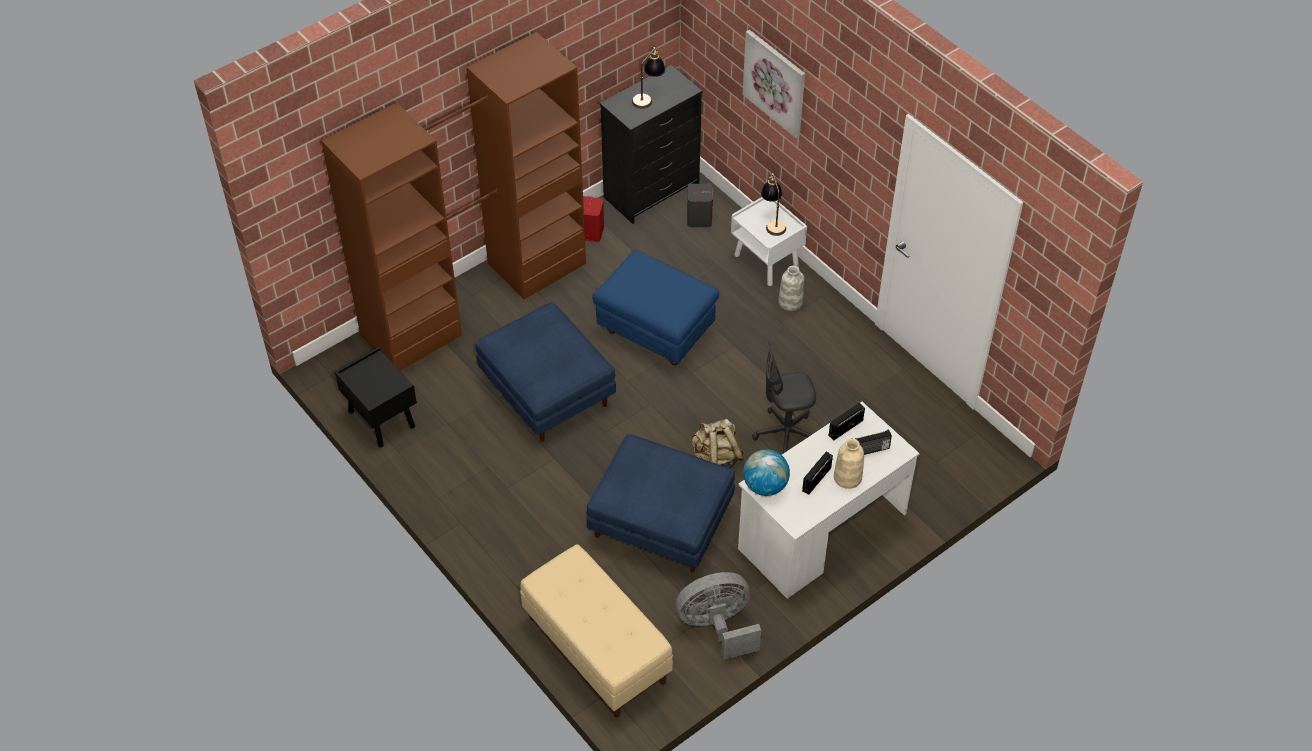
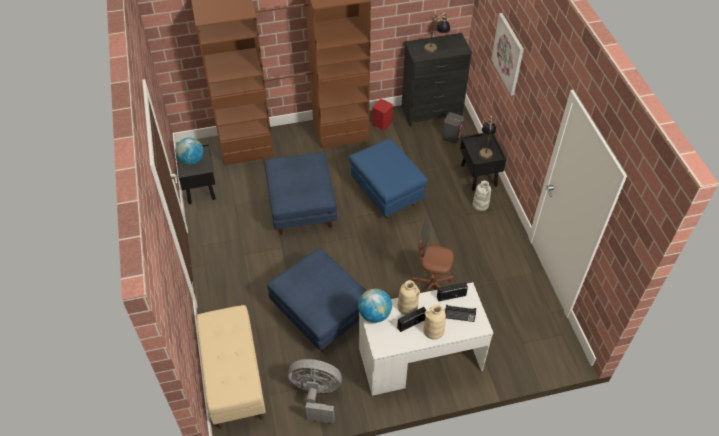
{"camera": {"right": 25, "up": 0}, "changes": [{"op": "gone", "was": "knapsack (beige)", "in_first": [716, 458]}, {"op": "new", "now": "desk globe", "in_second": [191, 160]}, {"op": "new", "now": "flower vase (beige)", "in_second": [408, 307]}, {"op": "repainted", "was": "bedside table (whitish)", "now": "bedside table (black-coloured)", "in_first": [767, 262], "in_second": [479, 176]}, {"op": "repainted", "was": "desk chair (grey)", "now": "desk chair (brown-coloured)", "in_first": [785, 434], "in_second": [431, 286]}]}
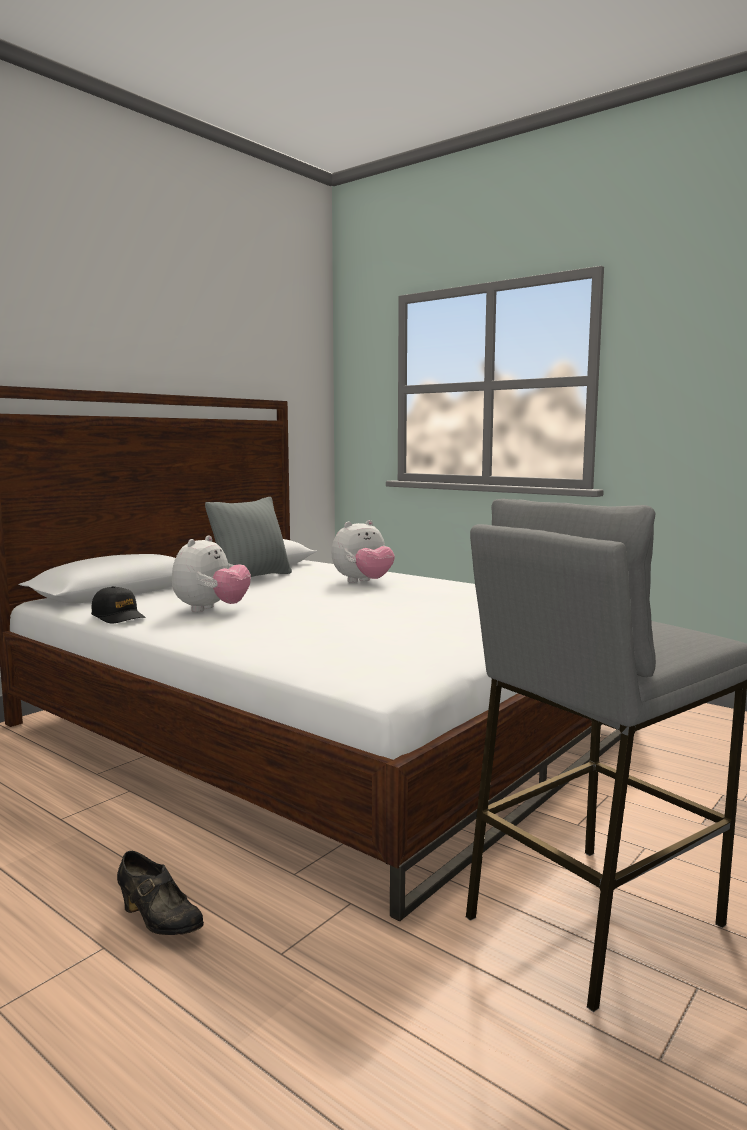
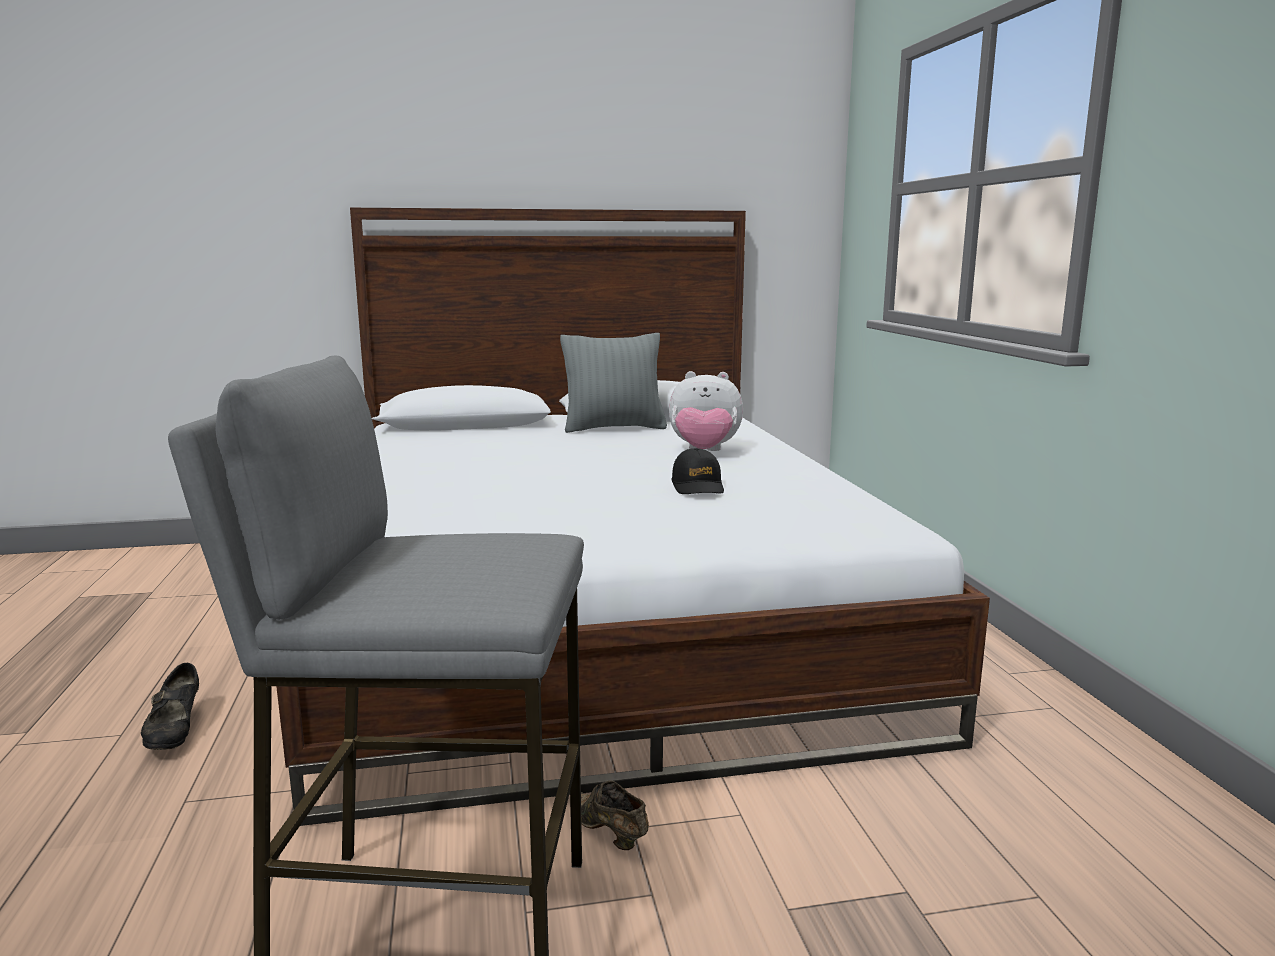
{"camera": {"right": 40, "up": 5}, "changes": [{"op": "gone", "was": "soft toy", "in_first": [211, 610]}, {"op": "new", "now": "item of footwear (brown-coloured)", "in_second": [609, 833]}, {"op": "shifted", "was": "cap (black-coloured)", "in_first": [118, 617], "in_second": [697, 486]}]}
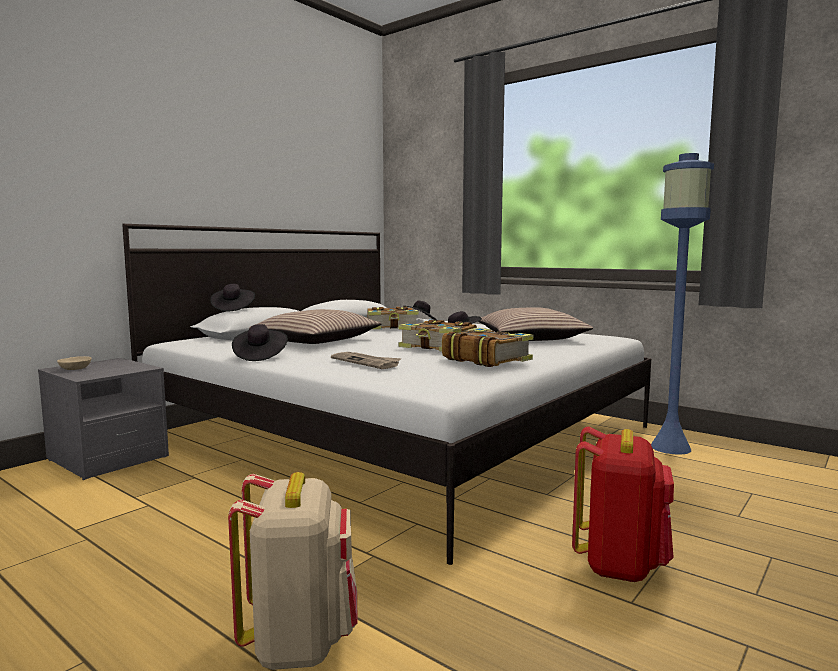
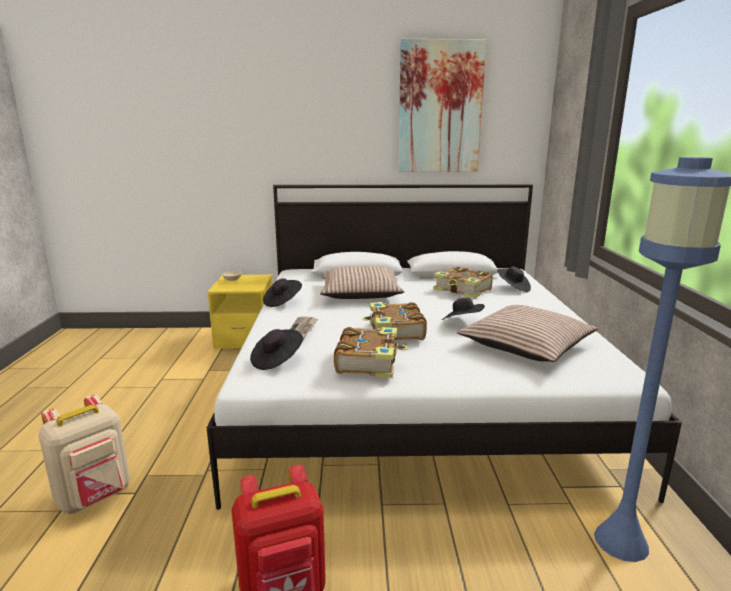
{"camera": {"right": 50, "up": 10}, "changes": [{"op": "new", "now": "picture", "in_second": [440, 108]}, {"op": "shifted", "was": "wearable hat (black-coloured)", "in_first": [233, 309], "in_second": [277, 360]}, {"op": "repainted", "was": "bedside table (grey)", "now": "bedside table (yellow-coloured)", "in_first": [107, 458], "in_second": [245, 338]}]}
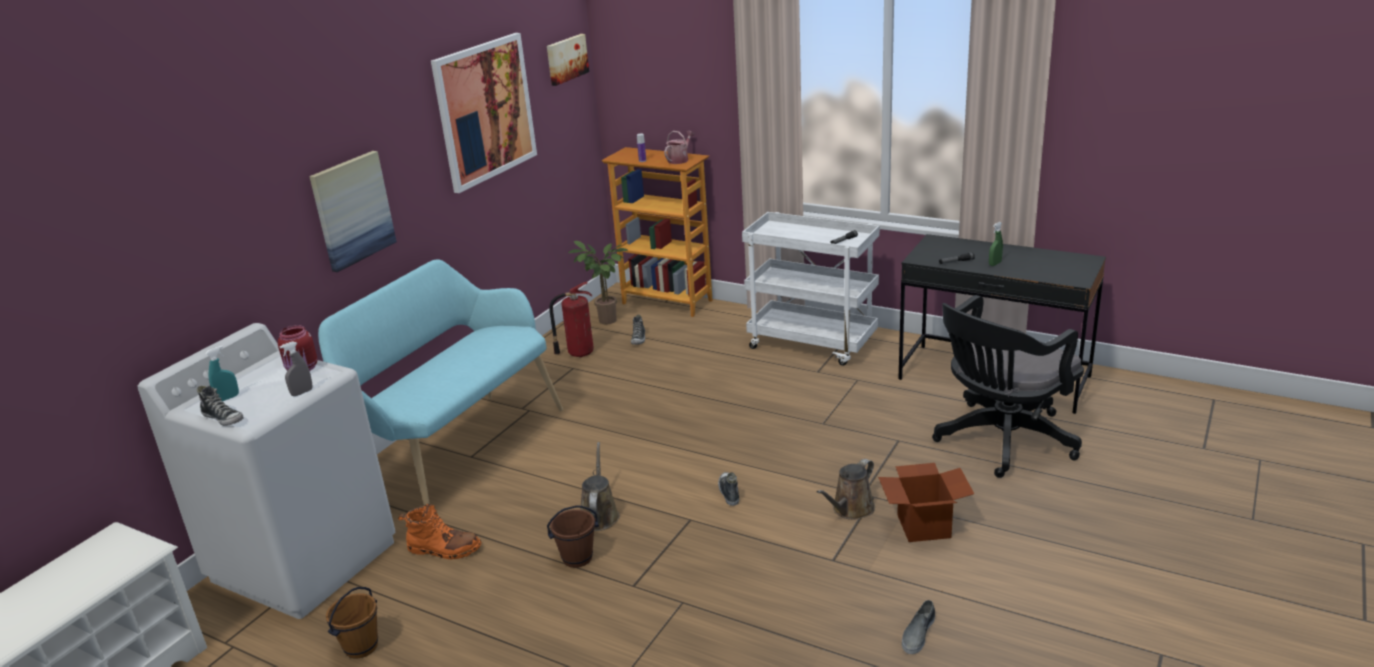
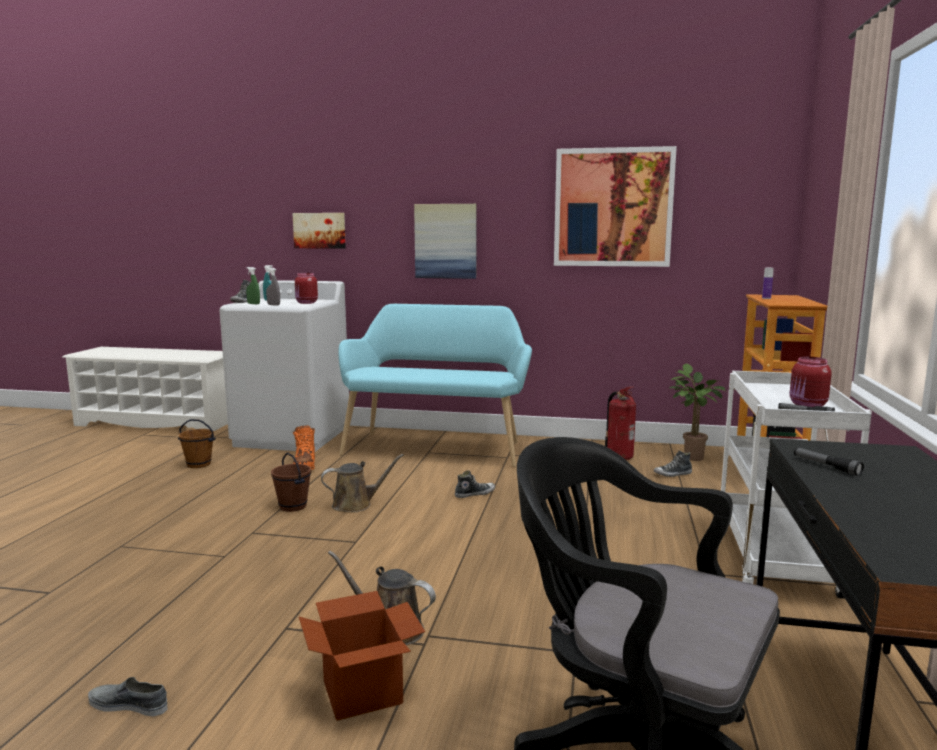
{"camera": {"right": 70, "up": -15}, "changes": [{"op": "gone", "was": "watering pot", "in_first": [679, 159]}, {"op": "new", "now": "storage jar (reddish)", "in_second": [807, 405]}, {"op": "shifted", "was": "picture", "in_first": [566, 59], "in_second": [320, 230]}, {"op": "shifted", "was": "item of footwear", "in_first": [729, 492], "in_second": [474, 494]}, {"op": "shifted", "was": "hand sprayer (greenish)", "in_first": [995, 264], "in_second": [253, 304]}]}
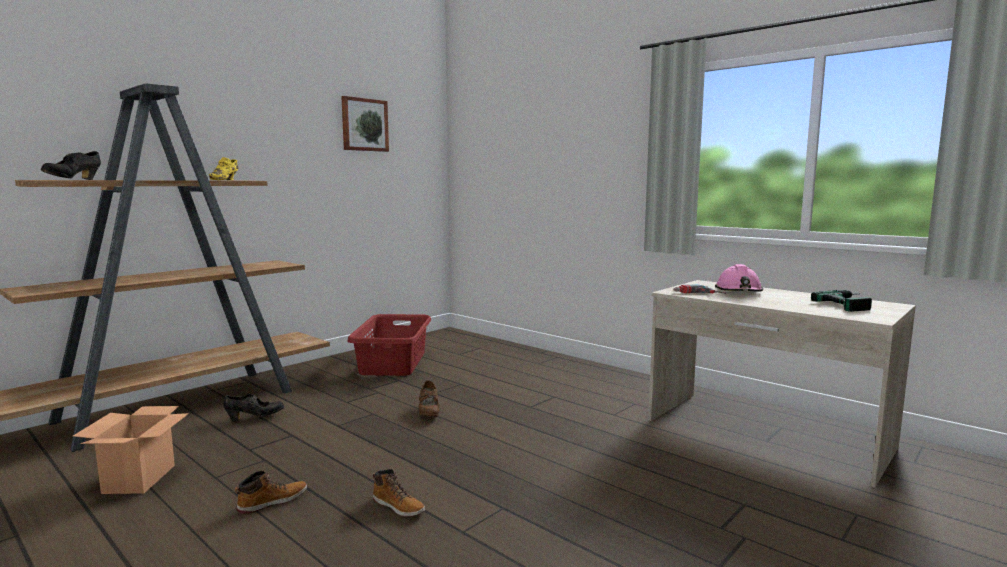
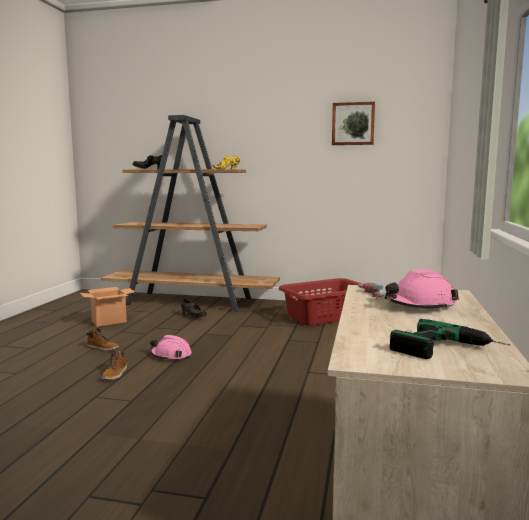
{"camera": {"right": 60, "up": 0}, "changes": [{"op": "gone", "was": "item of footwear (brown-coloured)", "in_first": [429, 413]}, {"op": "new", "now": "safety helmet (pink-coloured)", "in_second": [171, 356]}]}
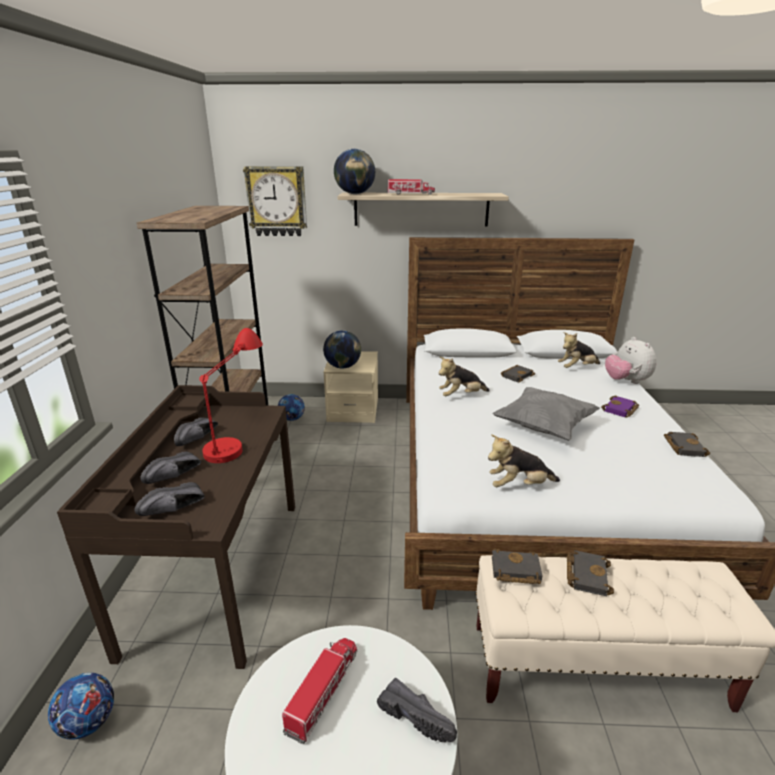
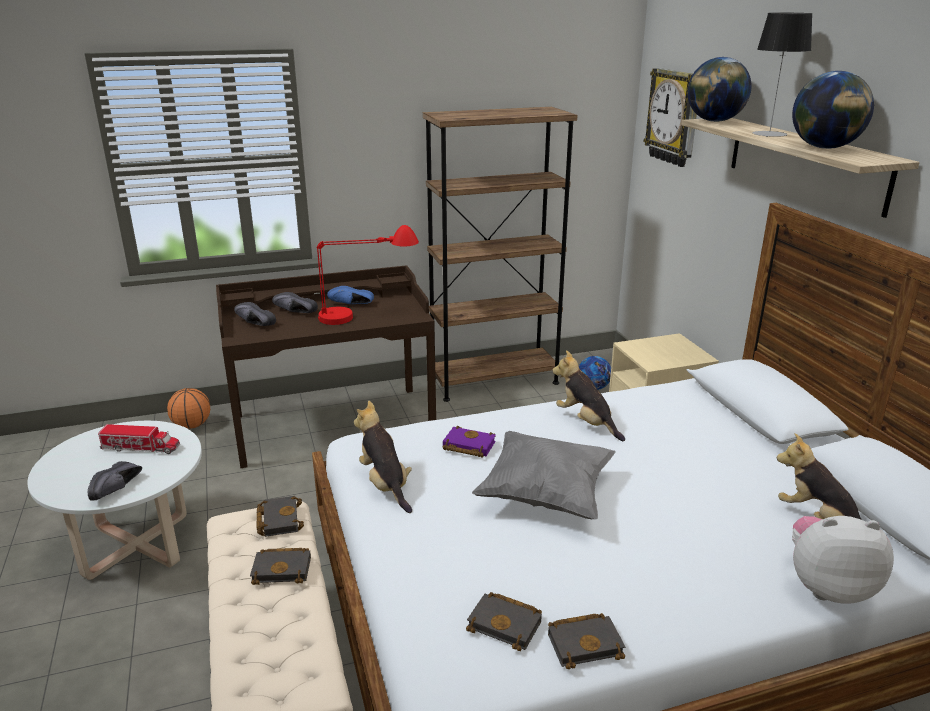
{"camera": {"right": 70, "up": 0}, "changes": [{"op": "shifted", "was": "desk globe", "in_first": [343, 367], "in_second": [824, 148]}, {"op": "shifted", "was": "volume (black-coloured)", "in_first": [517, 375], "in_second": [507, 624]}, {"op": "shifted", "was": "volume (purple-coloured)", "in_first": [620, 410], "in_second": [467, 446]}, {"op": "swapped", "was": "football ball", "now": "ball for basketball", "in_first": [89, 722], "in_second": [192, 425]}, {"op": "swapped", "was": "model truck", "now": "tabletop lamp", "in_first": [410, 194], "in_second": [769, 134]}, {"op": "repainted", "was": "item of footwear (black-coloured)", "now": "item of footwear (bluish)", "in_first": [198, 439], "in_second": [351, 305]}, {"op": "rotated", "was": "soft toy", "in_first": [626, 381], "in_second": [827, 586], "clockwise": 45}]}
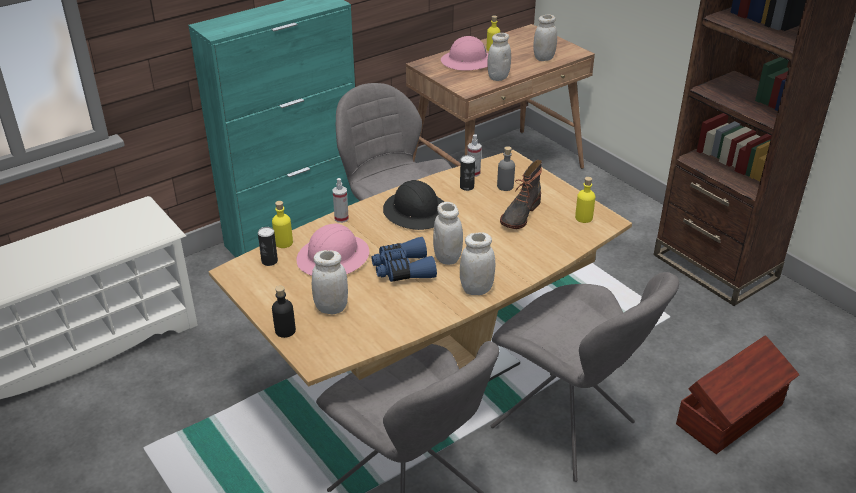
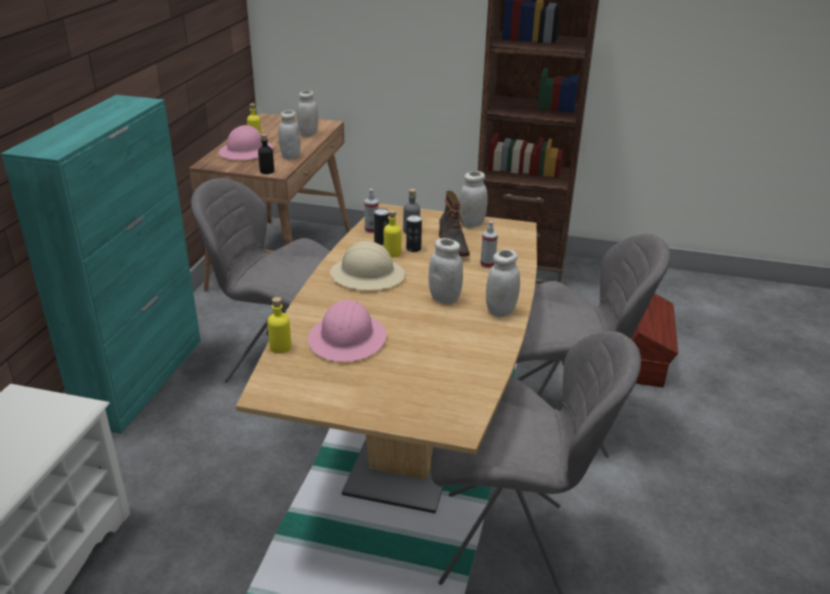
{"camera": {"right": -40, "up": -5}, "changes": [{"op": "gone", "was": "pair of binoculars (bluish)", "in_first": [403, 269]}, {"op": "shifted", "was": "sealed can", "in_first": [269, 261], "in_second": [413, 249]}, {"op": "shifted", "was": "bottle (black-coloured)", "in_first": [285, 331], "in_second": [267, 171]}, {"op": "shifted", "was": "storage jar (whitish)", "in_first": [331, 308], "in_second": [472, 224]}, {"op": "shifted", "was": "hand sprayer", "in_first": [341, 218], "in_second": [487, 264]}, {"op": "shifted", "was": "bottle (yellow-coloured)", "in_first": [583, 218], "in_second": [392, 253]}, {"op": "repainted", "was": "safety helmet (black-coloured)", "now": "safety helmet (beige)", "in_first": [416, 212], "in_second": [367, 275]}]}
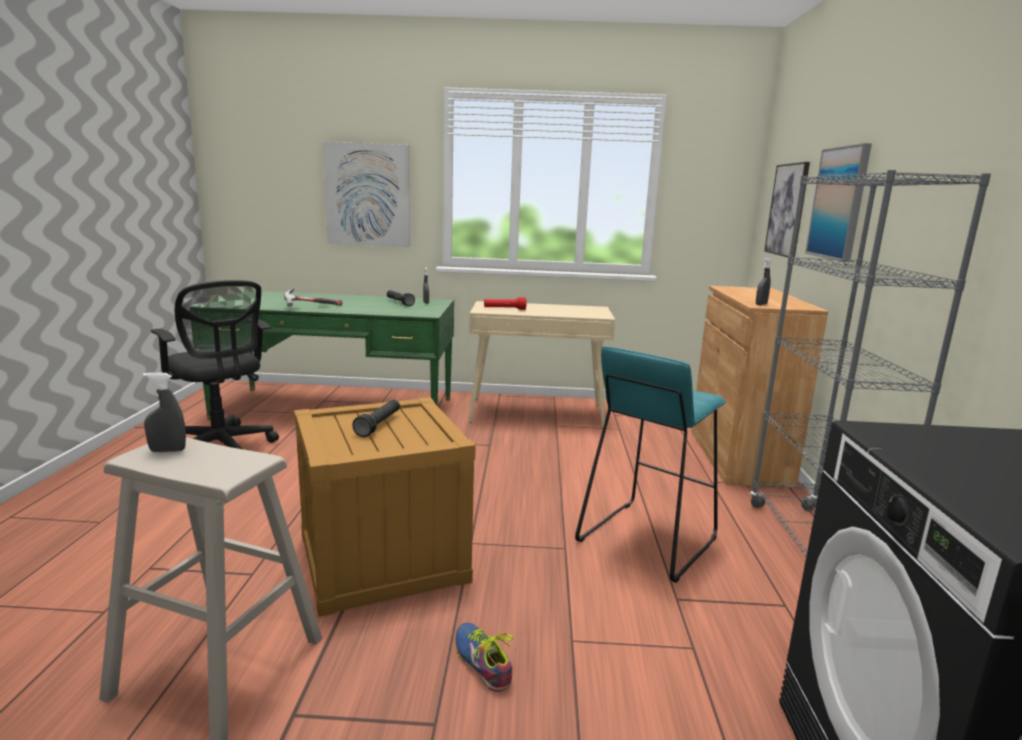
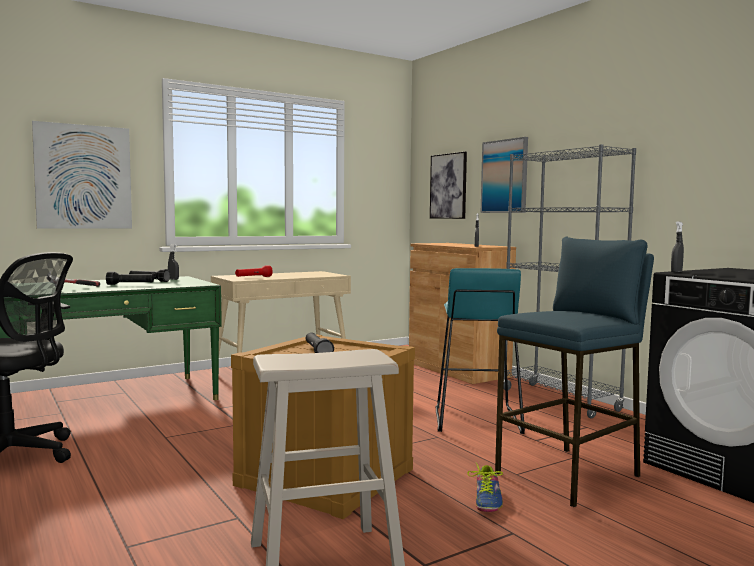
{"camera": {"right": -35, "up": -10}, "changes": [{"op": "new", "now": "hand torch (black-coloured)", "in_second": [130, 284]}, {"op": "new", "now": "stool (bluish)", "in_second": [569, 475]}, {"op": "shifted", "was": "hand sprayer (grey)", "in_first": [167, 450], "in_second": [676, 272]}, {"op": "rotated", "was": "item of footwear", "in_first": [482, 662], "in_second": [487, 500], "clockwise": -105}]}
